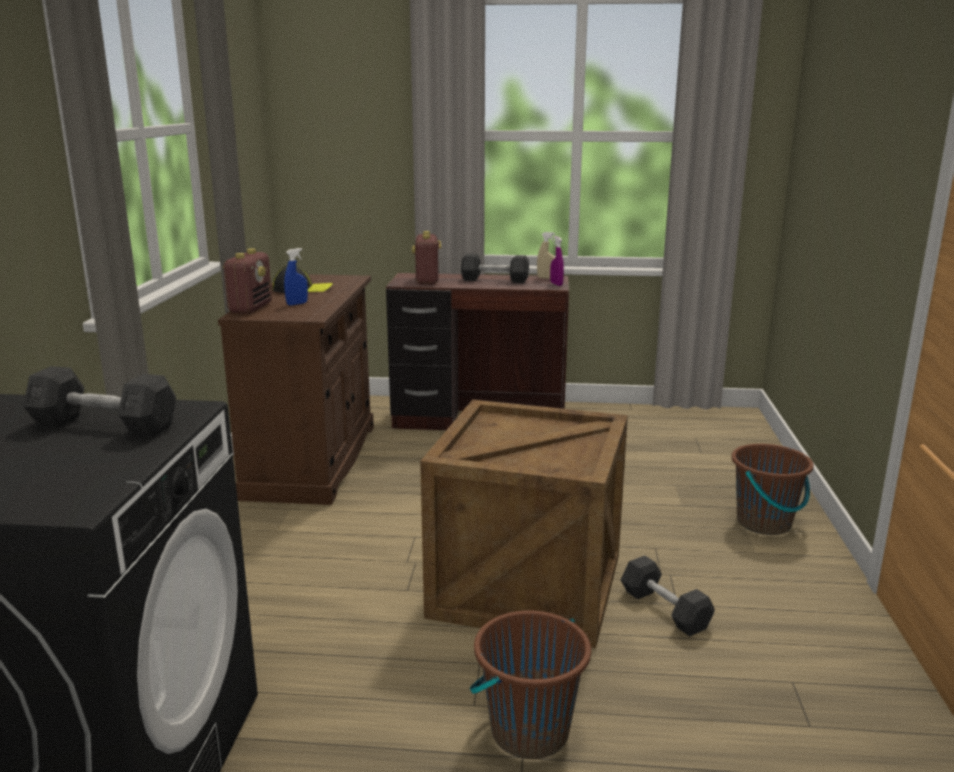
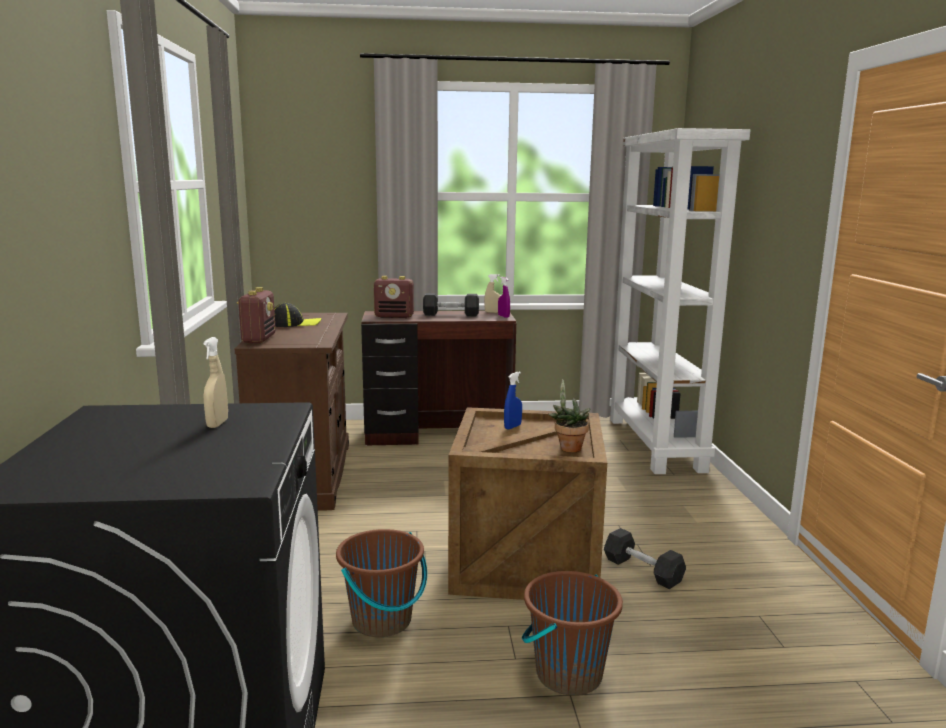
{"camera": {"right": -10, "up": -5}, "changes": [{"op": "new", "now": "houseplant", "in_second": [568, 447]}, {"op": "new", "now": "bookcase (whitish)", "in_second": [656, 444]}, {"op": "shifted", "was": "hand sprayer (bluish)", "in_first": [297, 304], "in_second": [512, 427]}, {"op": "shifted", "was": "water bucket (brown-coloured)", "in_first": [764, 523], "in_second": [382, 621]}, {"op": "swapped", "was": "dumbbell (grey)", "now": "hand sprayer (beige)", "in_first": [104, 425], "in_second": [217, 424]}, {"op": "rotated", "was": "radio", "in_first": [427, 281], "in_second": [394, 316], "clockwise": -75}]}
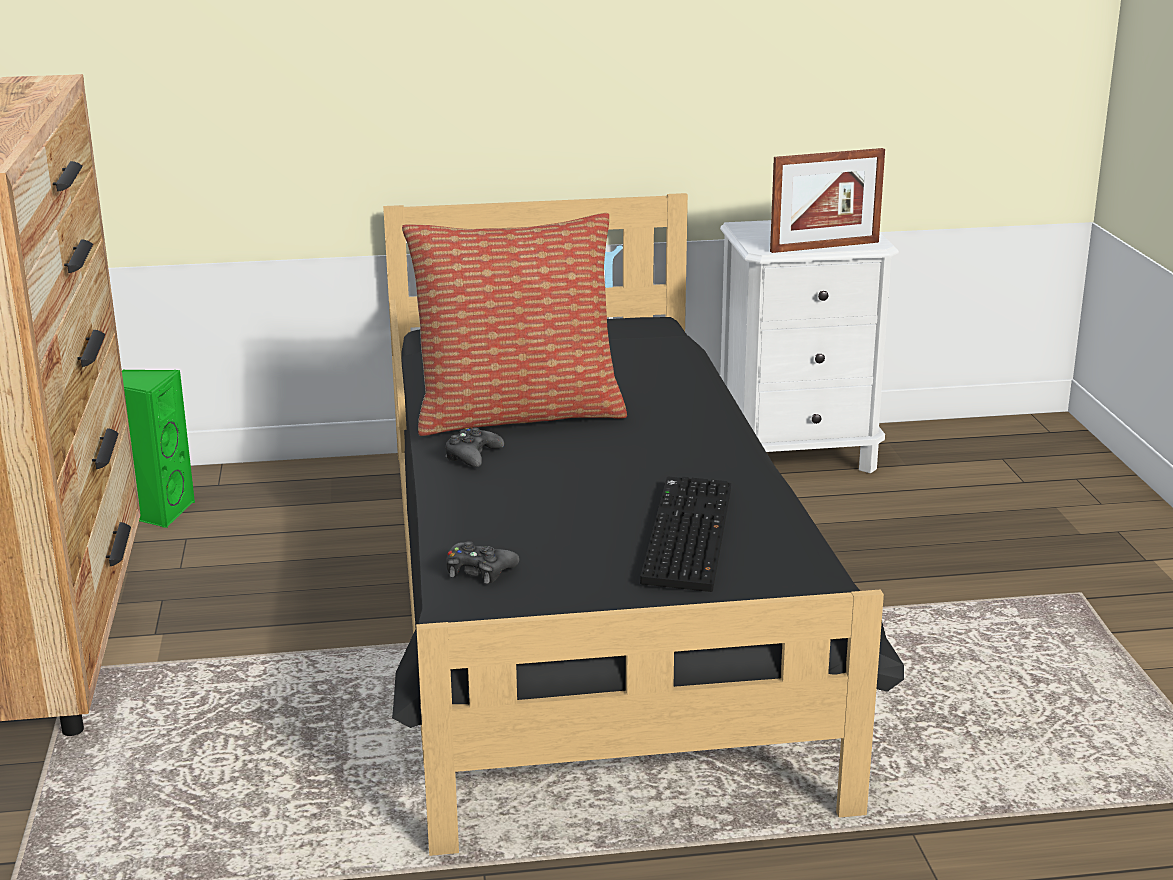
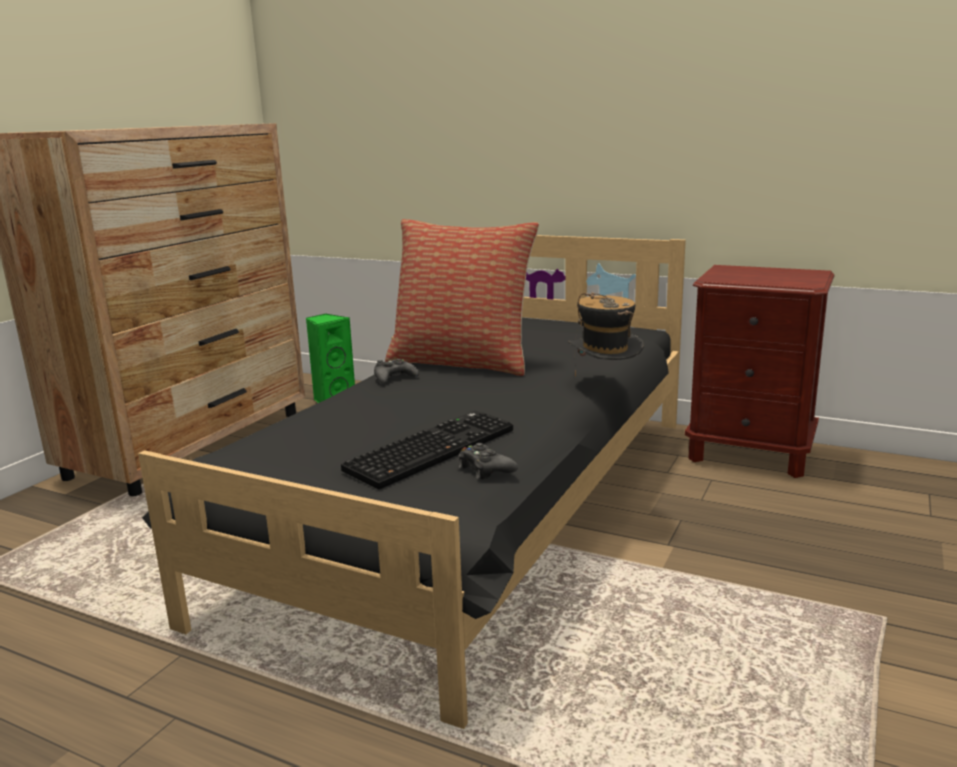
{"camera": {"right": 35, "up": -5}, "changes": [{"op": "gone", "was": "picture frame", "in_first": [824, 247]}, {"op": "new", "now": "wearable hat", "in_second": [604, 385]}, {"op": "shifted", "was": "game controller (black-coloured)", "in_first": [479, 571], "in_second": [485, 469]}, {"op": "repainted", "was": "bedside table (whitish)", "now": "bedside table (brown-coloured)", "in_first": [798, 455], "in_second": [750, 454]}]}
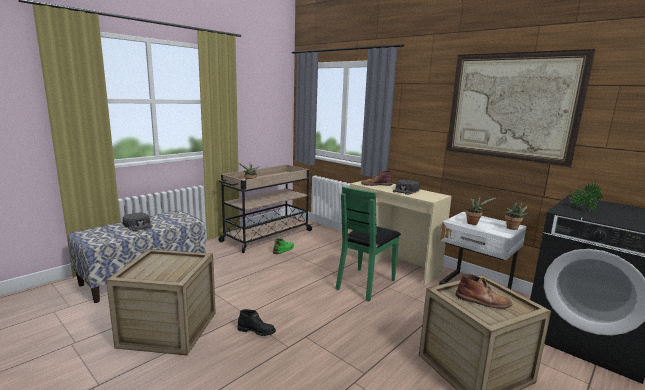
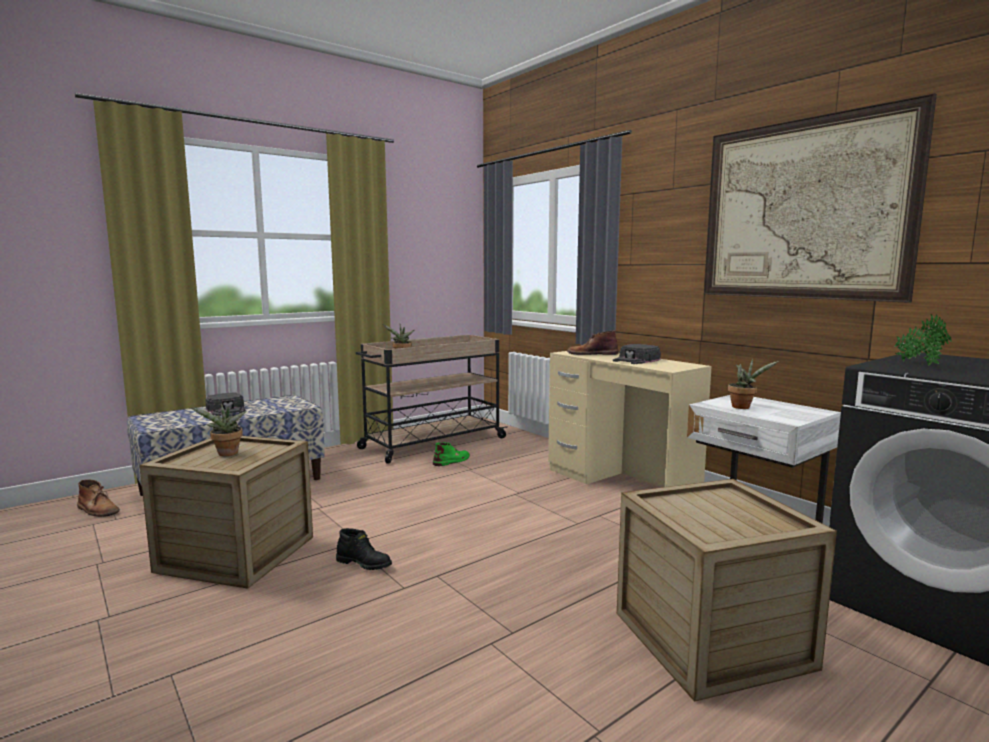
{"camera": {"right": 10, "up": -5}, "changes": [{"op": "gone", "was": "chair (greenish)", "in_first": [365, 284]}, {"op": "shifted", "was": "high-top boot (brown-coloured)", "in_first": [483, 301], "in_second": [98, 510]}, {"op": "shifted", "was": "houseplant", "in_first": [513, 229], "in_second": [226, 454]}]}
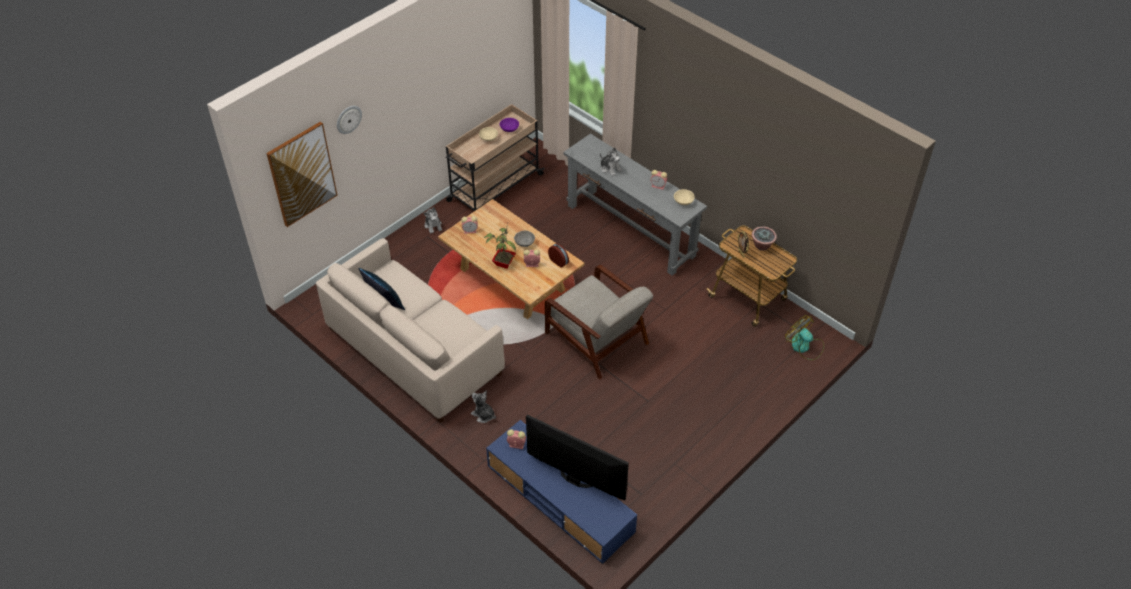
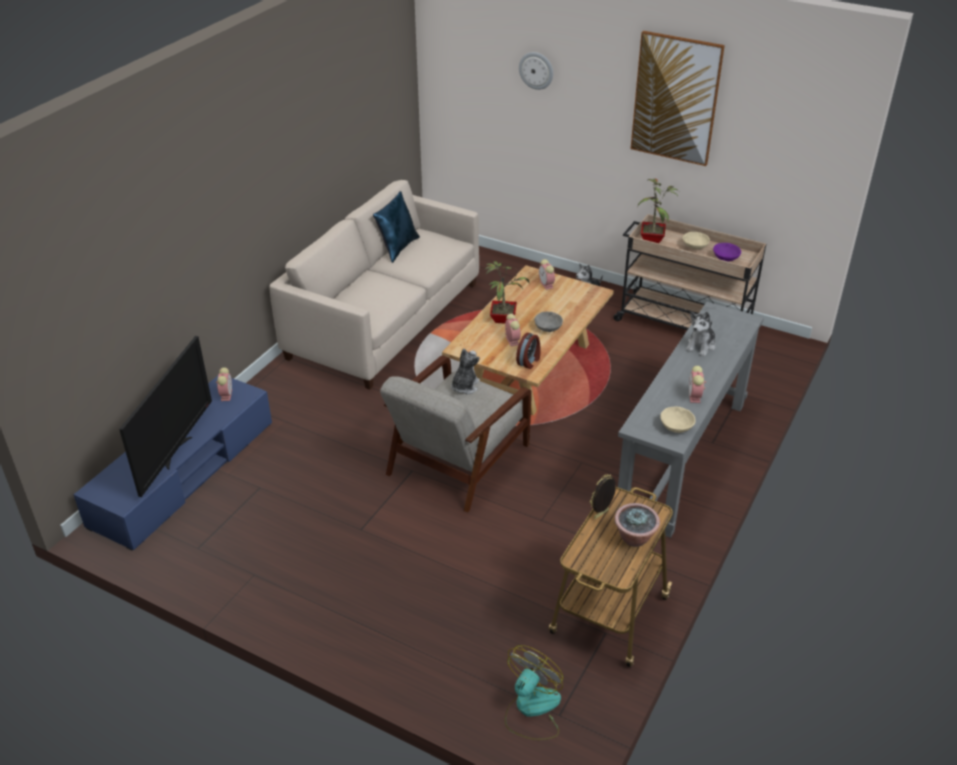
{"camera": {"right": 75, "up": -10}, "changes": [{"op": "new", "now": "houseplant", "in_second": [653, 240]}, {"op": "shifted", "was": "picture", "in_first": [302, 174], "in_second": [676, 98]}, {"op": "shifted", "was": "soft toy", "in_first": [483, 415], "in_second": [464, 386]}]}
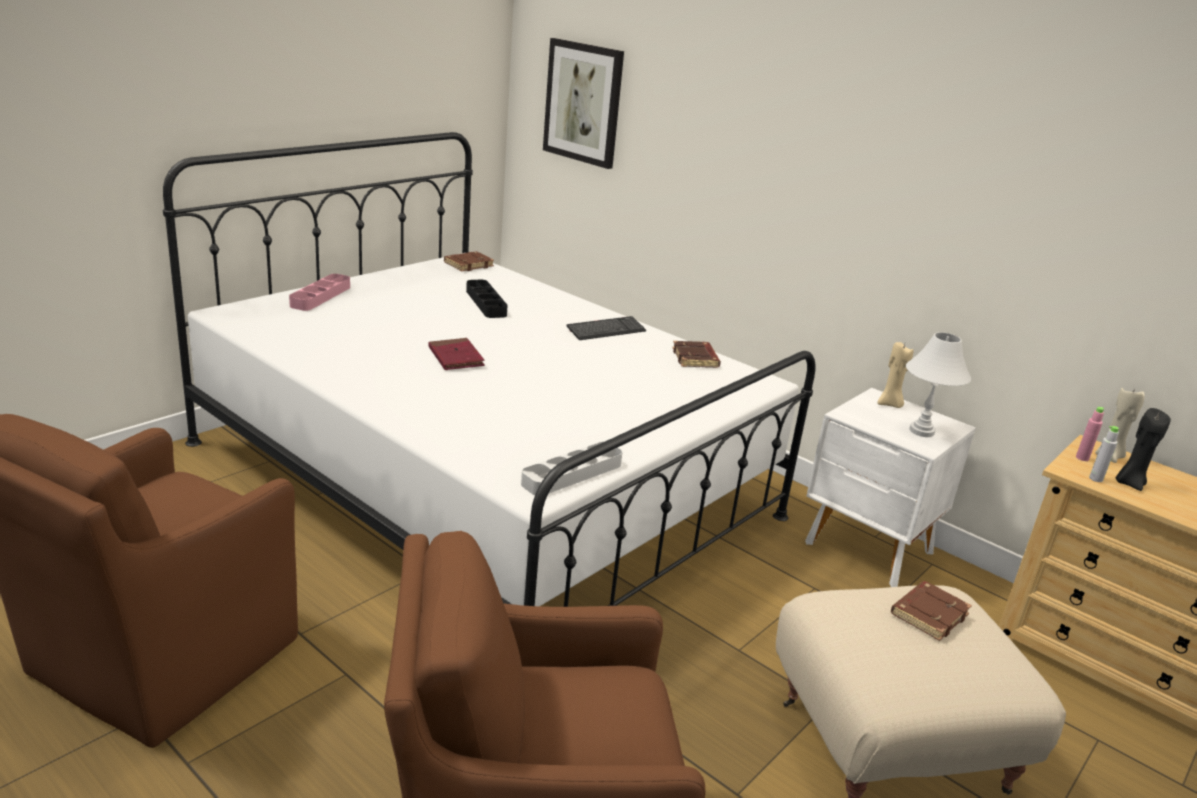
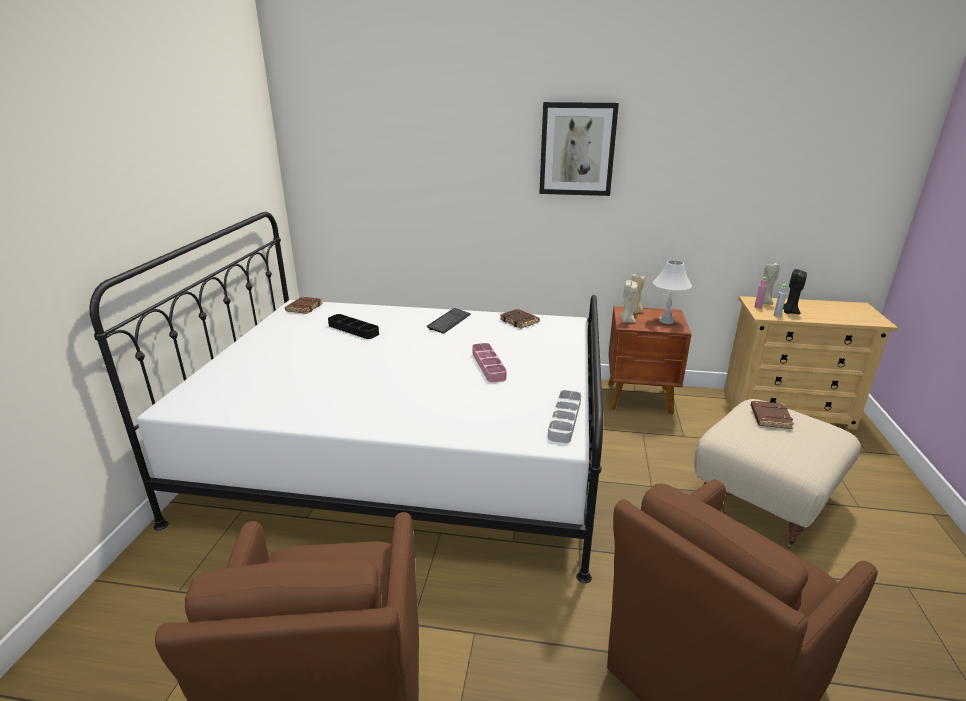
{"camera": {"right": -30, "up": 0}, "changes": [{"op": "gone", "was": "volume (reddish)", "in_first": [456, 357]}, {"op": "new", "now": "wax light (beige)", "in_second": [626, 321]}, {"op": "shifted", "was": "serving tray (pink-coloured)", "in_first": [320, 296], "in_second": [488, 365]}, {"op": "shifted", "was": "picture", "in_first": [583, 103], "in_second": [577, 149]}, {"op": "repainted", "was": "bedside table (whitish)", "now": "bedside table (brown-coloured)", "in_first": [869, 549], "in_second": [640, 399]}]}
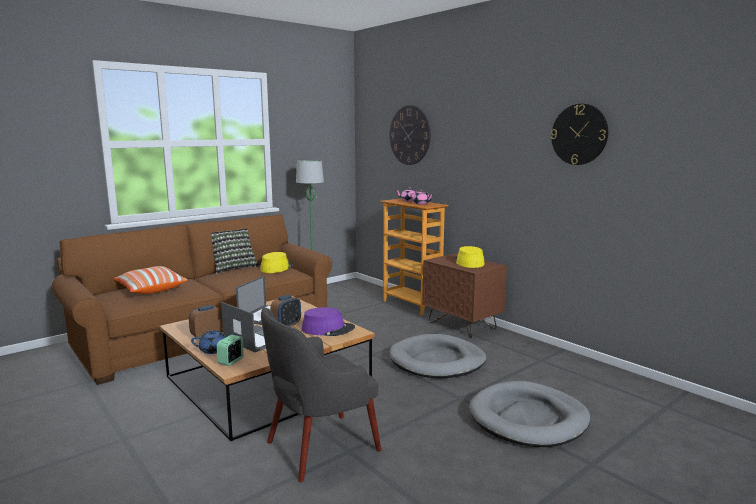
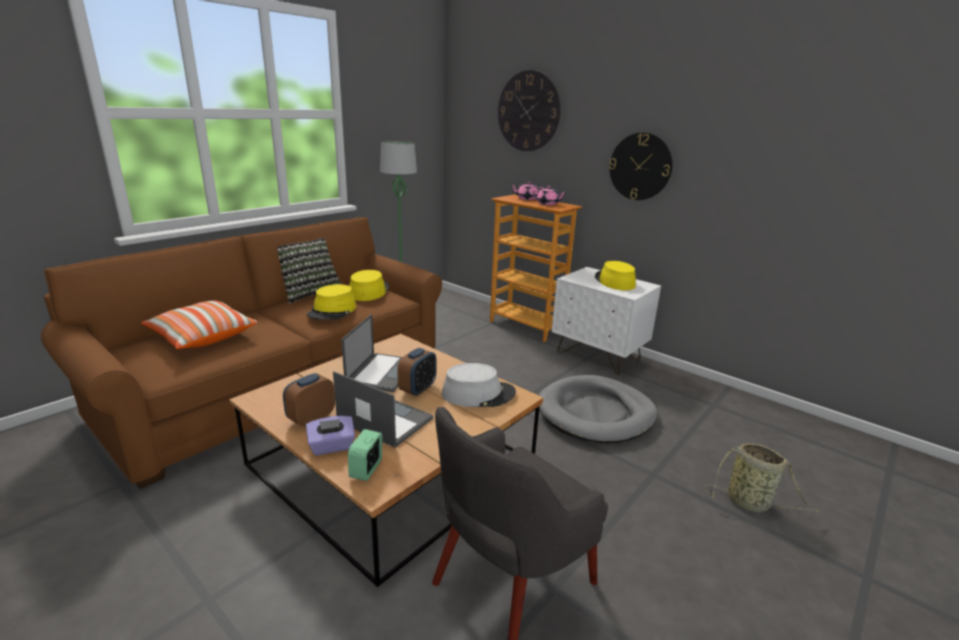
{"camera": {"right": -10, "up": 10}, "changes": [{"op": "new", "now": "wearable hat (yellow-coloured)", "in_second": [332, 311]}, {"op": "shifted", "was": "wall clock", "in_first": [579, 134], "in_second": [640, 166]}, {"op": "swapped", "was": "teapot (bluish)", "now": "tissue holder (purple-coloured)", "in_first": [214, 350], "in_second": [332, 447]}, {"op": "swapped", "was": "pet bed (grey)", "now": "basket", "in_first": [528, 418], "in_second": [750, 503]}, {"op": "repainted", "was": "wearable hat (purple-coloured)", "now": "wearable hat (grey)", "in_first": [328, 329], "in_second": [478, 394]}, {"op": "repainted", "was": "bedside table (brown-coloured)", "now": "bedside table (whitish)", "in_first": [462, 326], "in_second": [598, 356]}]}
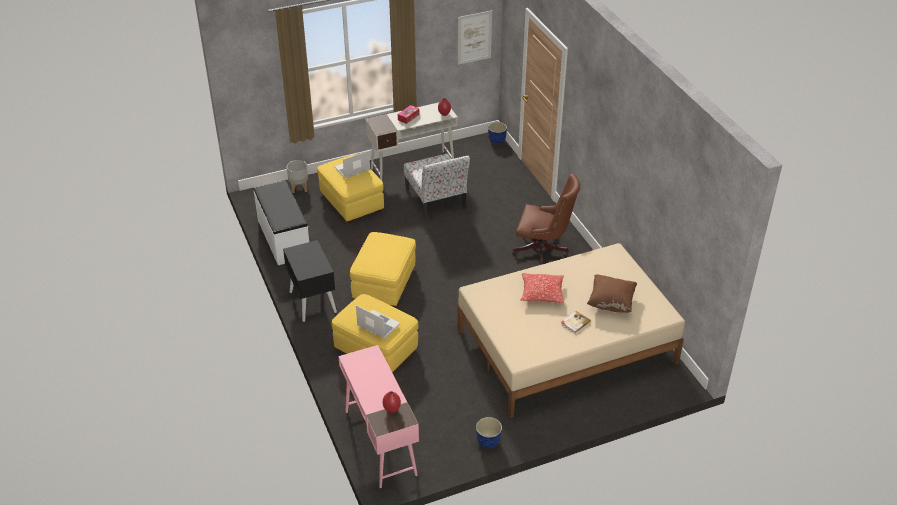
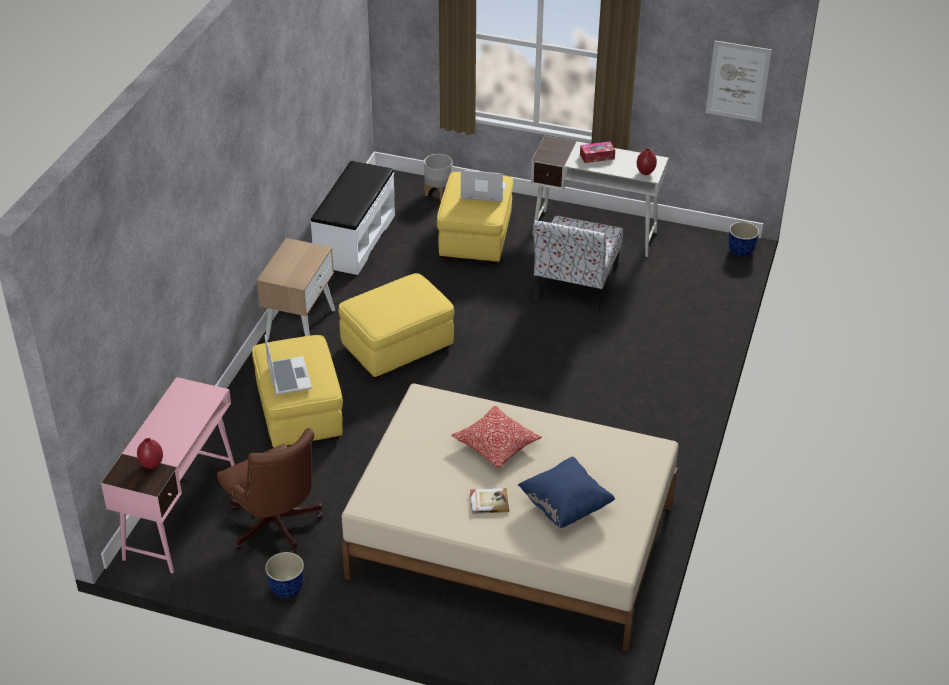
{"camera": {"right": 40, "up": 0}, "changes": [{"op": "shifted", "was": "desk chair (brown-coloured)", "in_first": [543, 251], "in_second": [276, 528]}, {"op": "repainted", "was": "bedside table (black-coloured)", "now": "bedside table (beige)", "in_first": [312, 301], "in_second": [300, 324]}, {"op": "repainted", "was": "cushion (brown-coloured)", "now": "cushion (bluish)", "in_first": [611, 302], "in_second": [565, 506]}]}
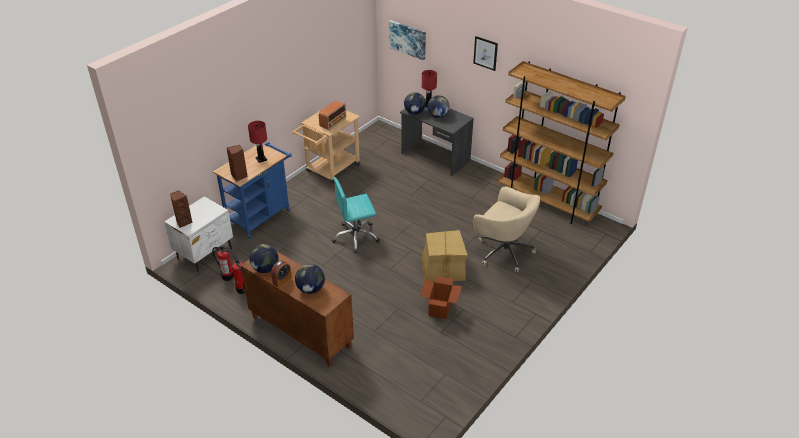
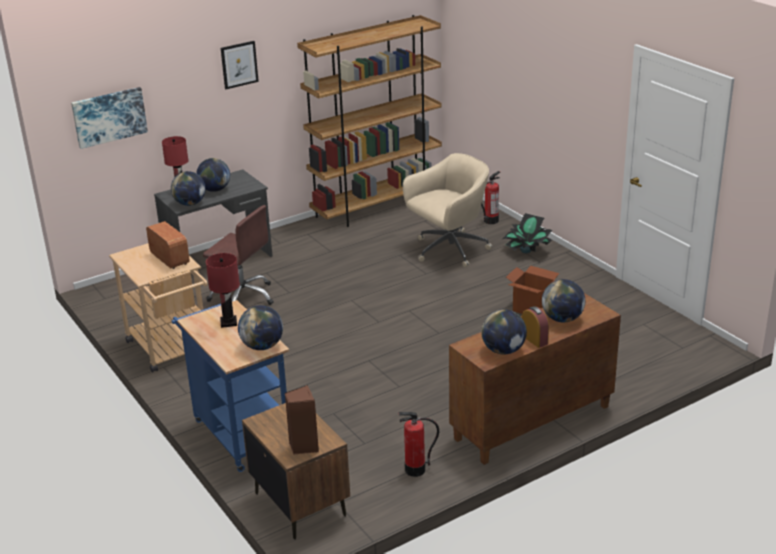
{"camera": {"right": -70, "up": -10}, "changes": [{"op": "gone", "was": "desk chair (blue-green)", "in_first": [356, 237]}, {"op": "gone", "was": "cardboard box", "in_first": [443, 268]}, {"op": "new", "now": "desk chair (brown-coloured)", "in_second": [243, 296]}, {"op": "new", "now": "houseplant", "in_second": [526, 251]}, {"op": "shifted", "was": "fire extinguisher", "in_first": [227, 276], "in_second": [491, 221]}, {"op": "swapped", "was": "speaker (brown-coloured)", "now": "desk globe", "in_first": [239, 176], "in_second": [262, 346]}, {"op": "repainted", "was": "bedside table (whitish)", "now": "bedside table (brown-coloured)", "in_first": [205, 253], "in_second": [300, 504]}]}
